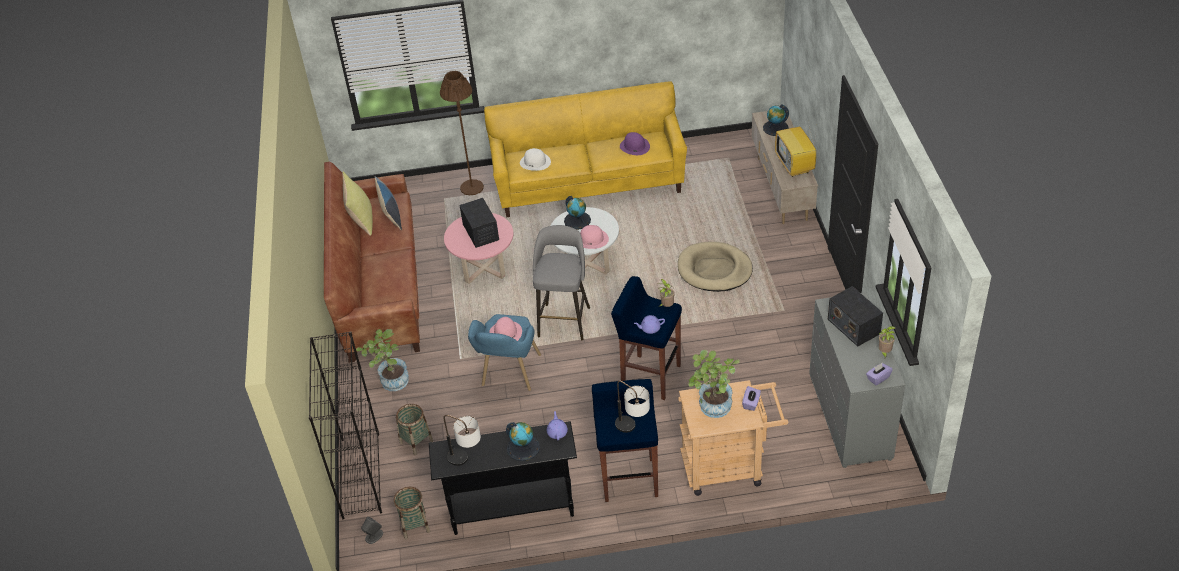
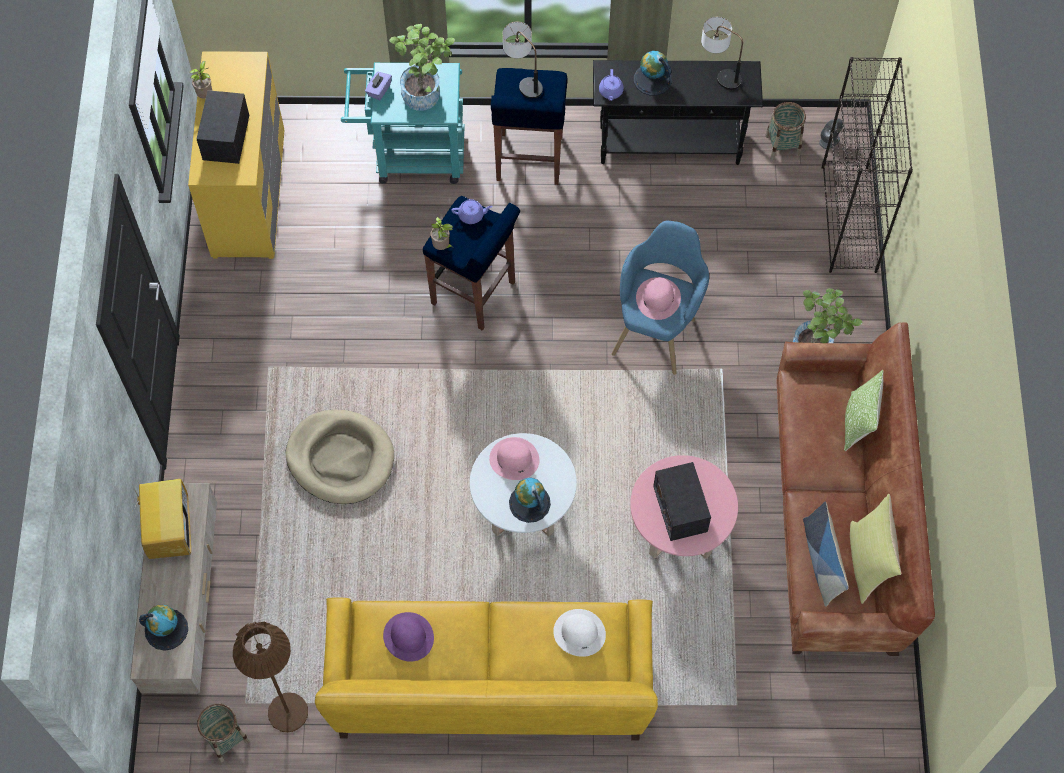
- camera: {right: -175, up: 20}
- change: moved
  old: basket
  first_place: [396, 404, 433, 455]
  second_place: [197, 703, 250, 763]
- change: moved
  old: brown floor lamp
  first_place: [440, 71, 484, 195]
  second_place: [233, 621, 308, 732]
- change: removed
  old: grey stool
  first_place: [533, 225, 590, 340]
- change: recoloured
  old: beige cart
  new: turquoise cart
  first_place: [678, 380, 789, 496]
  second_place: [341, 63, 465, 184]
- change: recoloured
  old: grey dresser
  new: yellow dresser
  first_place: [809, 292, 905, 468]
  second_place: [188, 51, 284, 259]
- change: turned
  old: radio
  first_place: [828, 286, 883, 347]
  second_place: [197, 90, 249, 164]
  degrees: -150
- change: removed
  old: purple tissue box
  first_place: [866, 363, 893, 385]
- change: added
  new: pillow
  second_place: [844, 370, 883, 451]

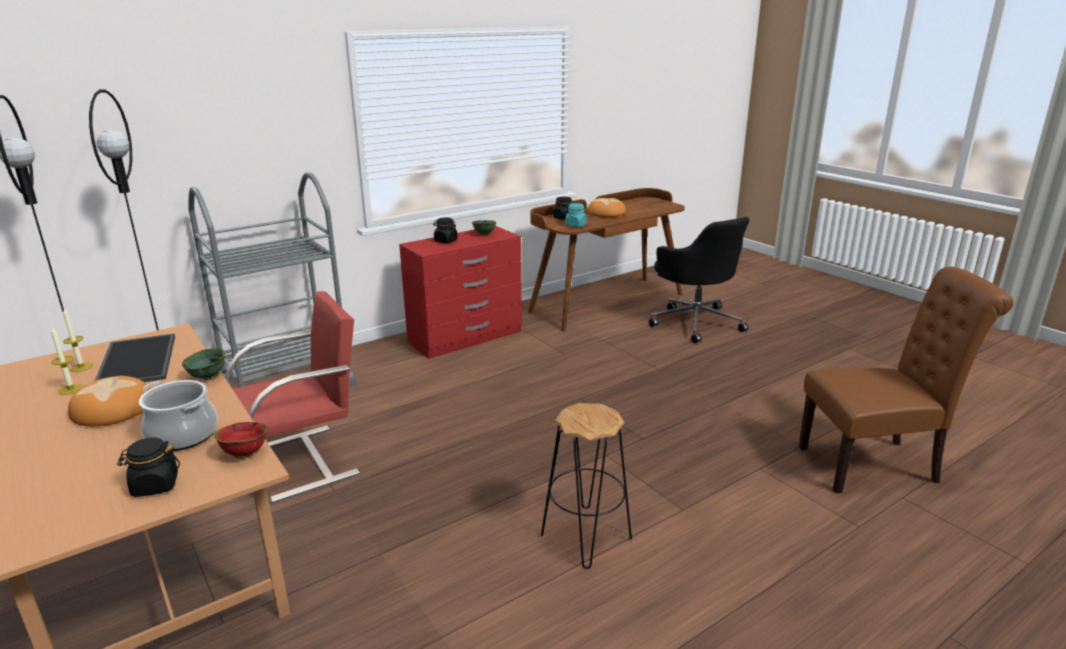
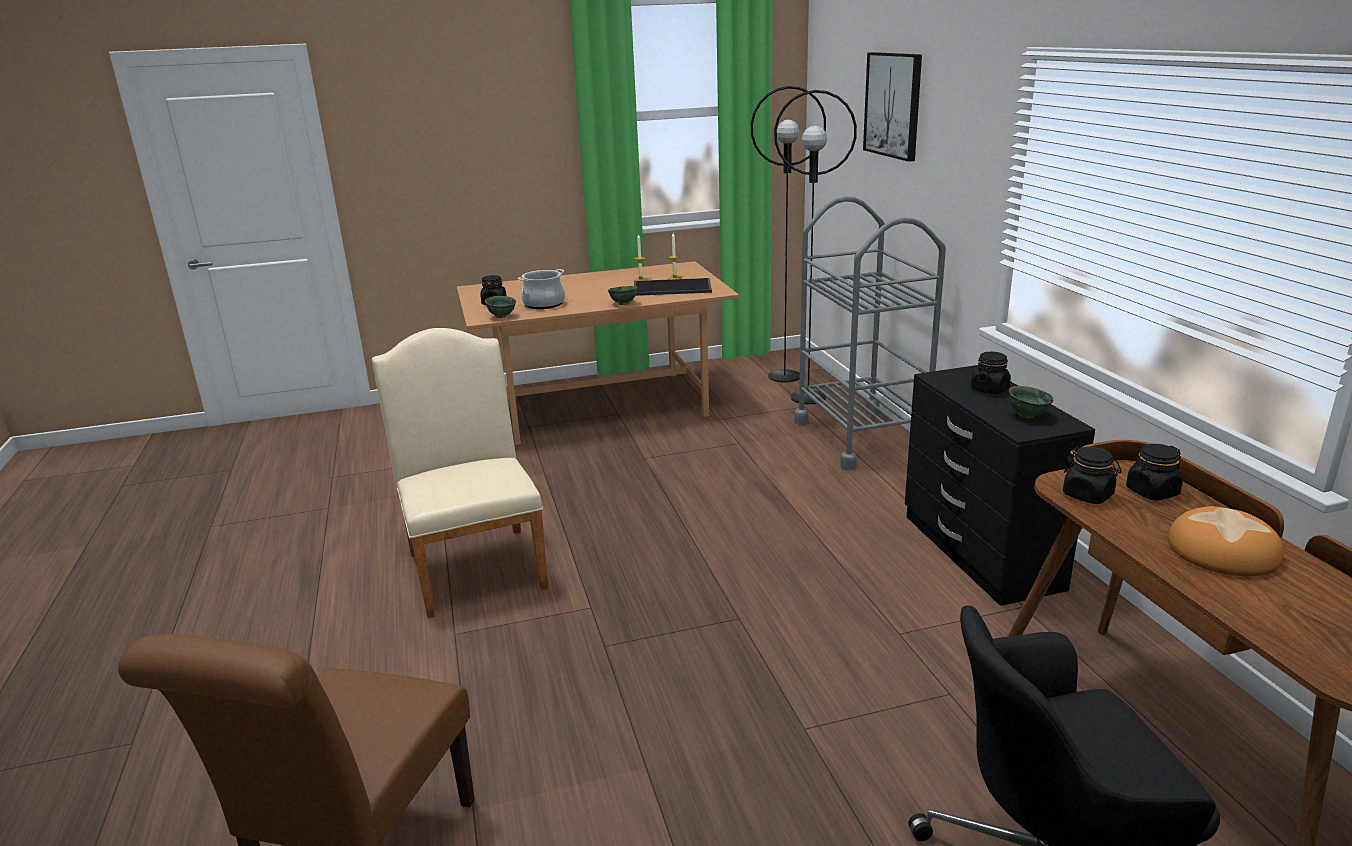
- camera: {right: 110, up: 0}
- change: removed
  old: bread
  first_place: [68, 376, 150, 426]
- change: recoloured
  old: red bowl
  new: green bowl
  first_place: [215, 422, 268, 459]
  second_place: [485, 296, 516, 318]
- change: removed
  old: red chair
  first_place: [225, 291, 360, 503]
- change: recoloured
  old: red dresser
  new: black dresser
  first_place: [399, 226, 522, 359]
  second_place: [905, 365, 1095, 606]
- change: replaced
  old: black stool
  new: beige chair
  first_place: [541, 403, 632, 569]
  second_place: [372, 328, 548, 618]
- change: recoloured
  old: turquoise jar
  new: black jar
  first_place: [565, 203, 587, 227]
  second_place: [1063, 447, 1122, 504]
- change: added
  new: picture
  second_place: [863, 52, 922, 162]

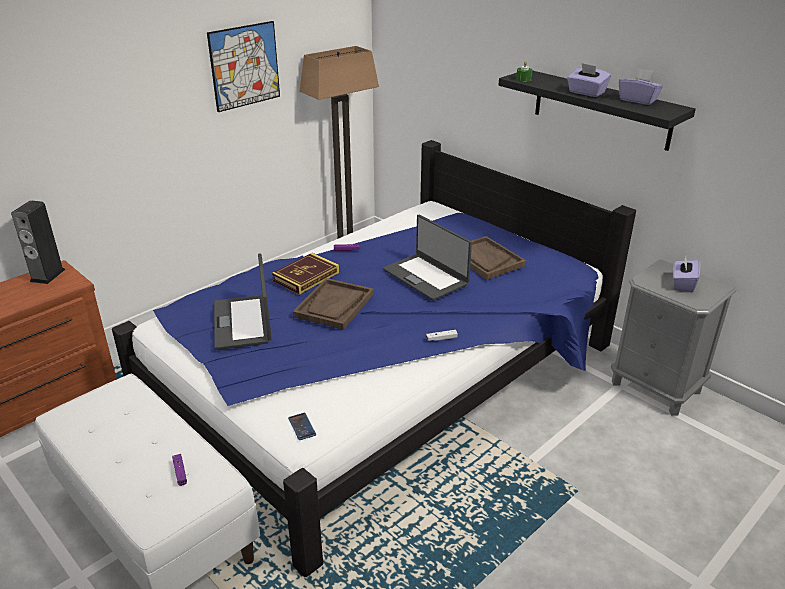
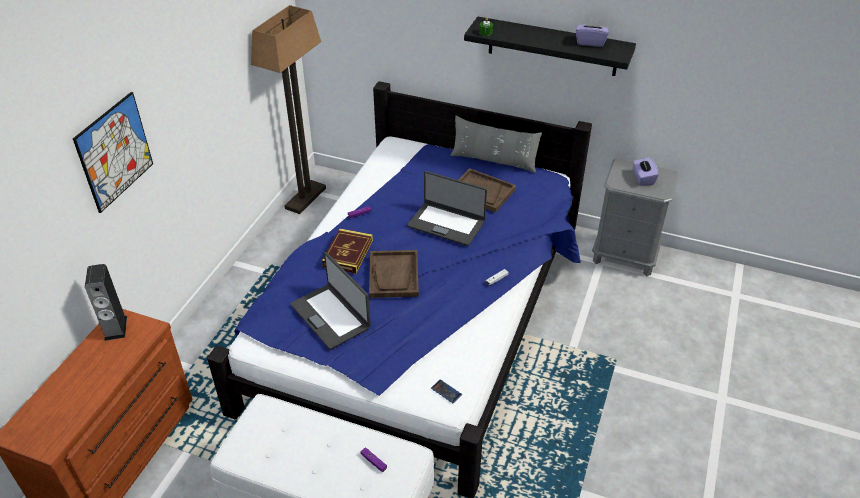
- camera: {right: -25, up: 10}
- change: moved
  old: picture
  first_place: [207, 21, 280, 112]
  second_place: [73, 92, 153, 213]
- change: removed
  old: purple tissue box
  first_place: [567, 63, 611, 97]
- change: added
  new: grey pillow
  second_place: [450, 116, 542, 173]

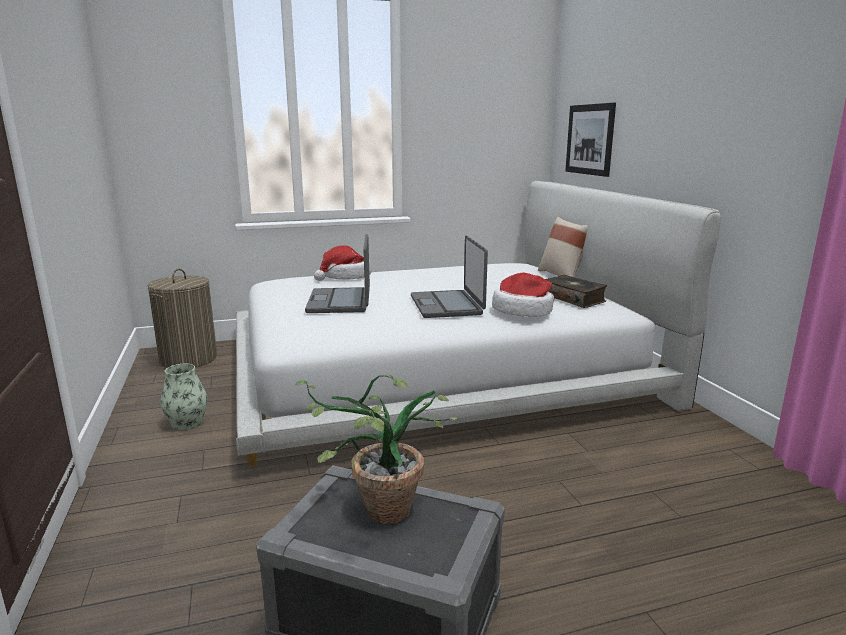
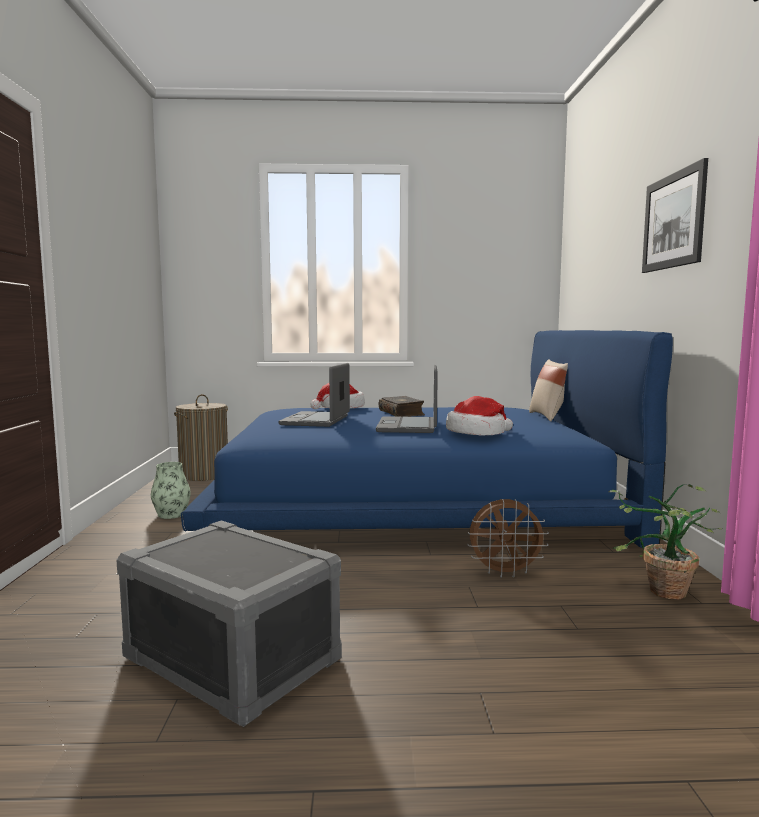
- camera: {right: 15, up: -10}
- change: recoloured
  old: white bed
  new: blue bed
  first_place: [236, 181, 721, 467]
  second_place: [181, 330, 673, 548]
- change: moved
  old: potted plant
  first_place: [295, 374, 457, 524]
  second_place: [609, 484, 722, 599]
- change: moved
  old: book
  first_place: [545, 275, 607, 308]
  second_place: [379, 396, 425, 417]
- change: moved
  old: picture
  first_place: [565, 103, 616, 177]
  second_place: [642, 158, 708, 273]
- change: added
  new: brown fan
  second_place: [467, 499, 549, 578]

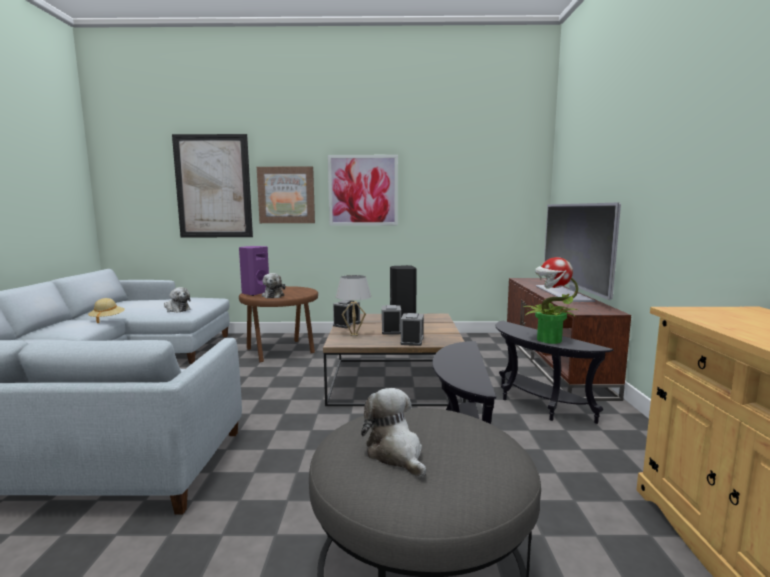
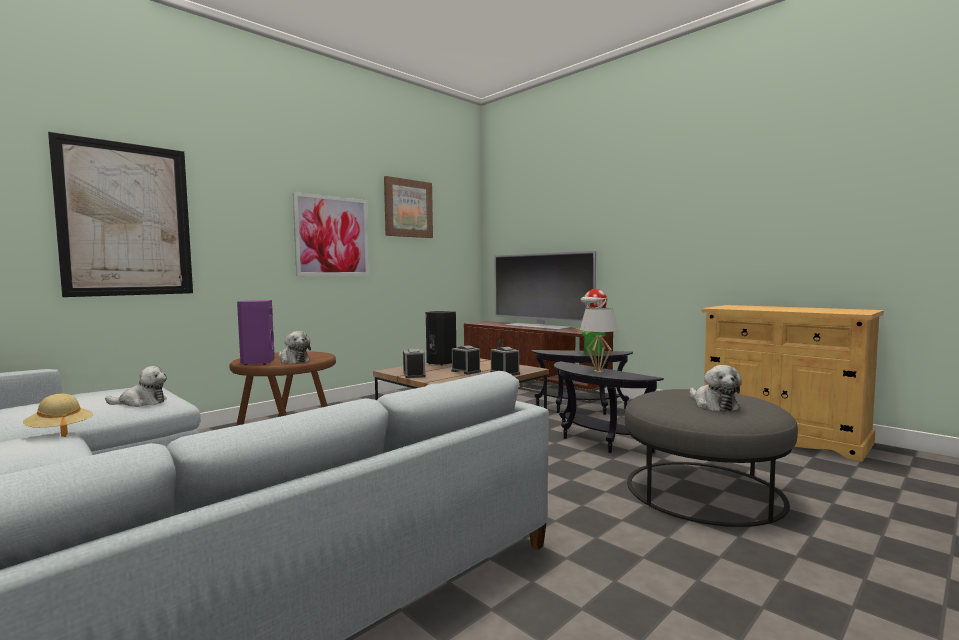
- camera: {right: -45, up: -5}
- change: moved
  old: picture
  first_place: [257, 166, 315, 223]
  second_place: [384, 176, 433, 238]
- change: moved
  old: white table lamp
  first_place: [336, 275, 371, 336]
  second_place: [580, 308, 619, 373]
- change: turned
  old: plush toy
  first_place: [361, 388, 426, 478]
  second_place: [690, 365, 742, 412]
  degrees: -120

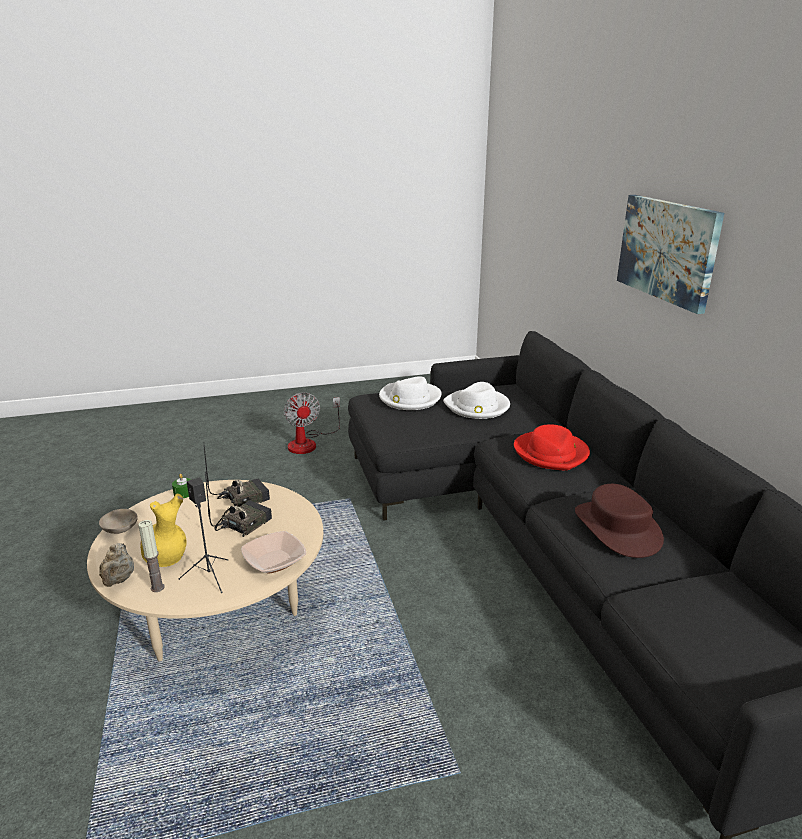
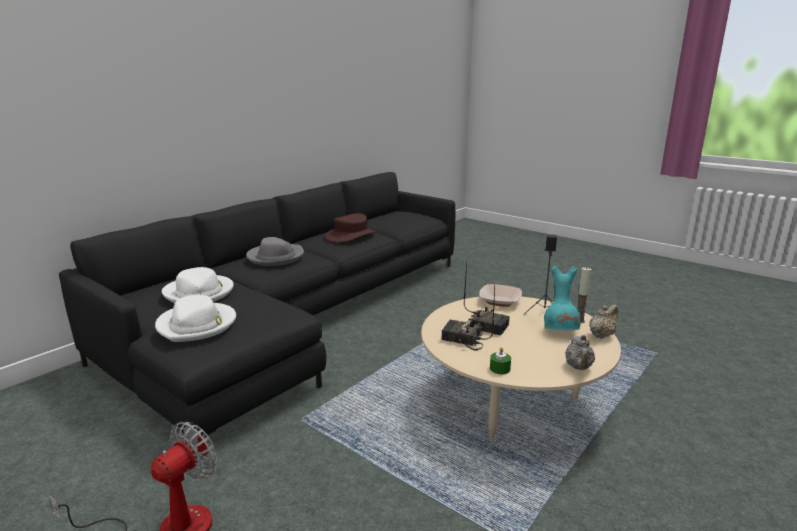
- camera: {right: -125, up: -5}
- change: replaced
  old: beige bowl
  new: grey teapot
  first_place: [99, 509, 138, 534]
  second_place: [565, 334, 595, 370]
- change: recoloured
  old: yellow vase
  new: turquoise vase
  first_place: [140, 494, 187, 567]
  second_place: [544, 266, 581, 330]
- change: turned
  old: radio
  first_place: [205, 472, 272, 537]
  second_place: [464, 261, 510, 336]
  degrees: -150
- change: recoloured
  old: red hat
  new: grey hat
  first_place: [514, 424, 590, 471]
  second_place: [246, 237, 304, 266]
- change: removed
  old: picture
  first_place: [617, 195, 724, 314]

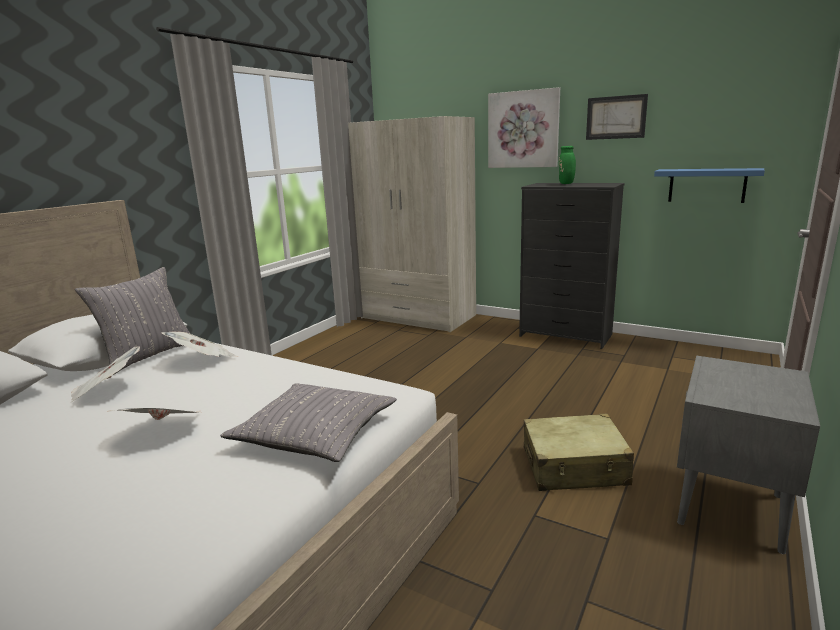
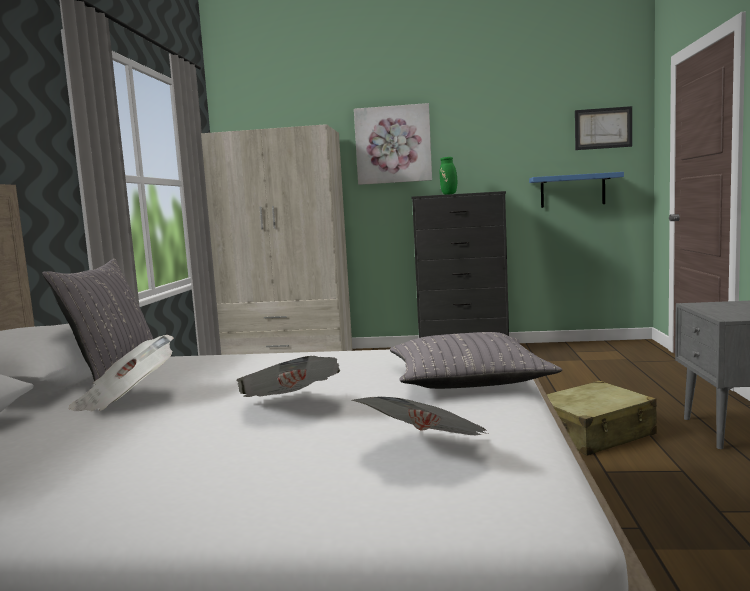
- camera: {right: -25, up: -10}
- change: moved
  old: newspaper
  first_place: [161, 332, 238, 357]
  second_place: [352, 397, 488, 435]
- change: moved
  old: picture
  first_place: [586, 94, 648, 140]
  second_place: [575, 106, 632, 150]

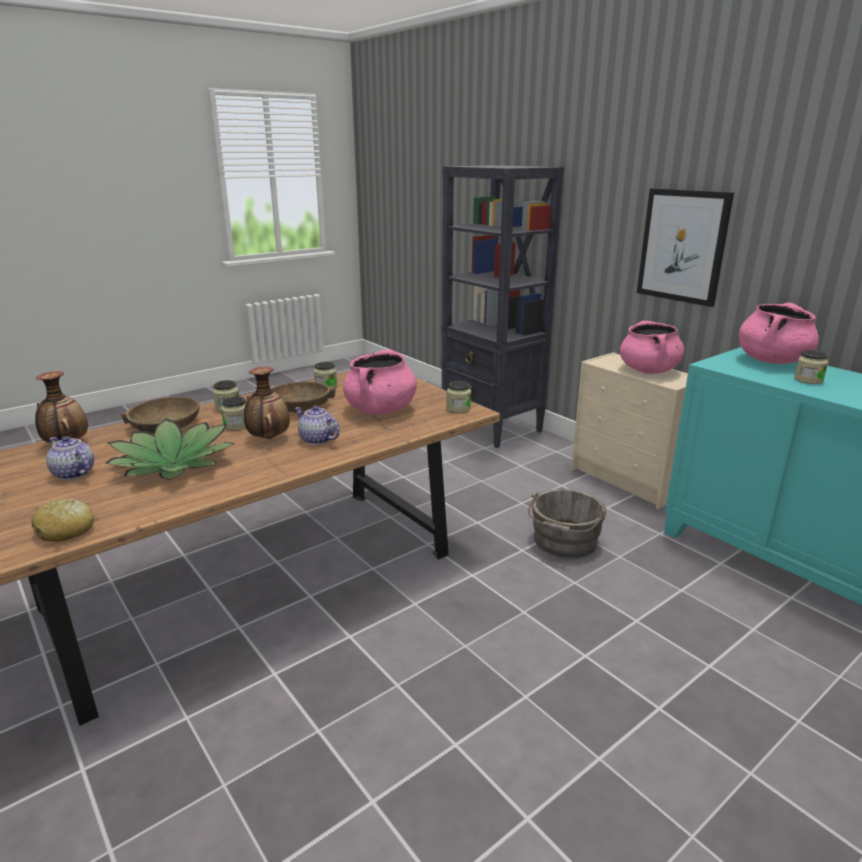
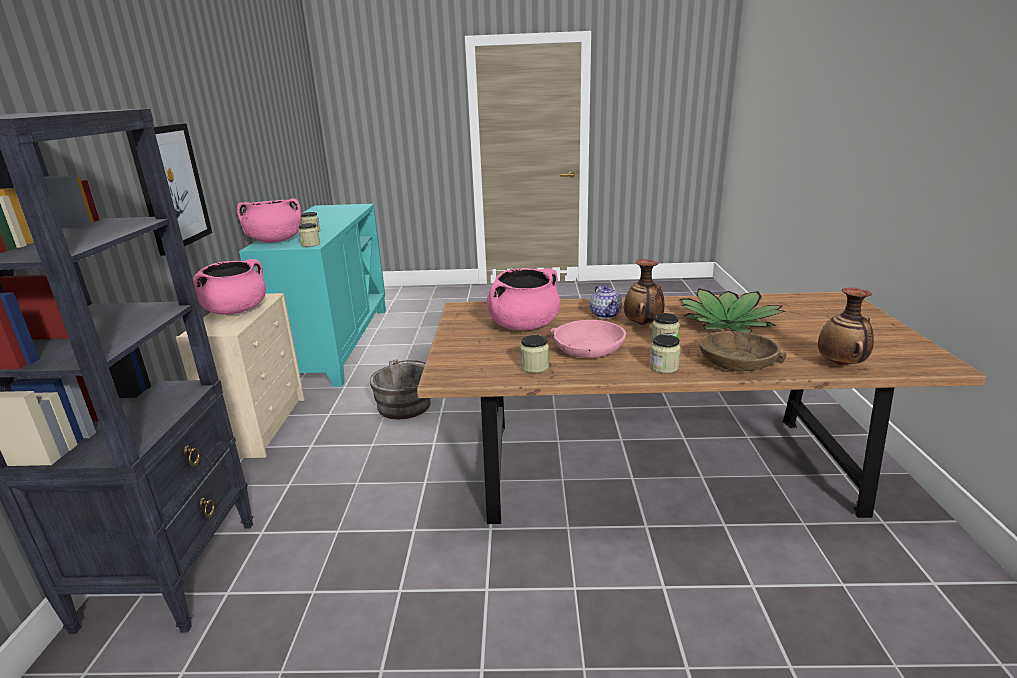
- camera: {right: -140, up: 0}
- change: removed
  old: bread
  first_place: [31, 499, 94, 542]
- change: removed
  old: teapot
  first_place: [46, 436, 94, 480]
- change: recoloured
  old: brown bowl
  new: pink bowl
  first_place: [271, 381, 335, 413]
  second_place: [551, 320, 626, 358]
- change: moved
  old: jar
  first_place: [447, 381, 471, 413]
  second_place: [298, 223, 320, 247]

